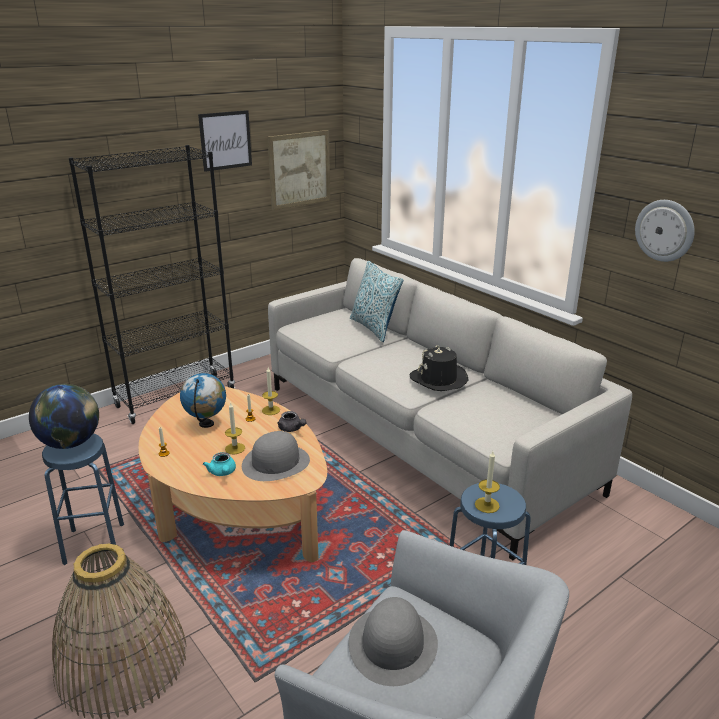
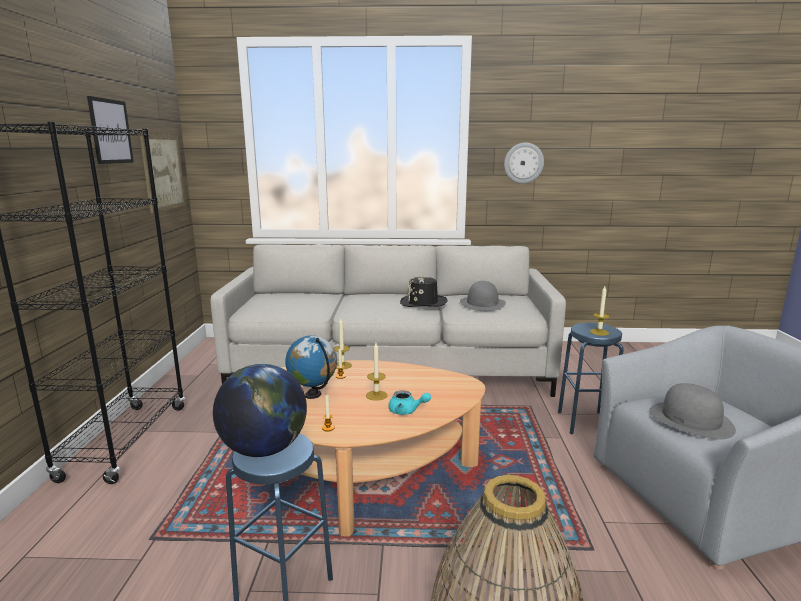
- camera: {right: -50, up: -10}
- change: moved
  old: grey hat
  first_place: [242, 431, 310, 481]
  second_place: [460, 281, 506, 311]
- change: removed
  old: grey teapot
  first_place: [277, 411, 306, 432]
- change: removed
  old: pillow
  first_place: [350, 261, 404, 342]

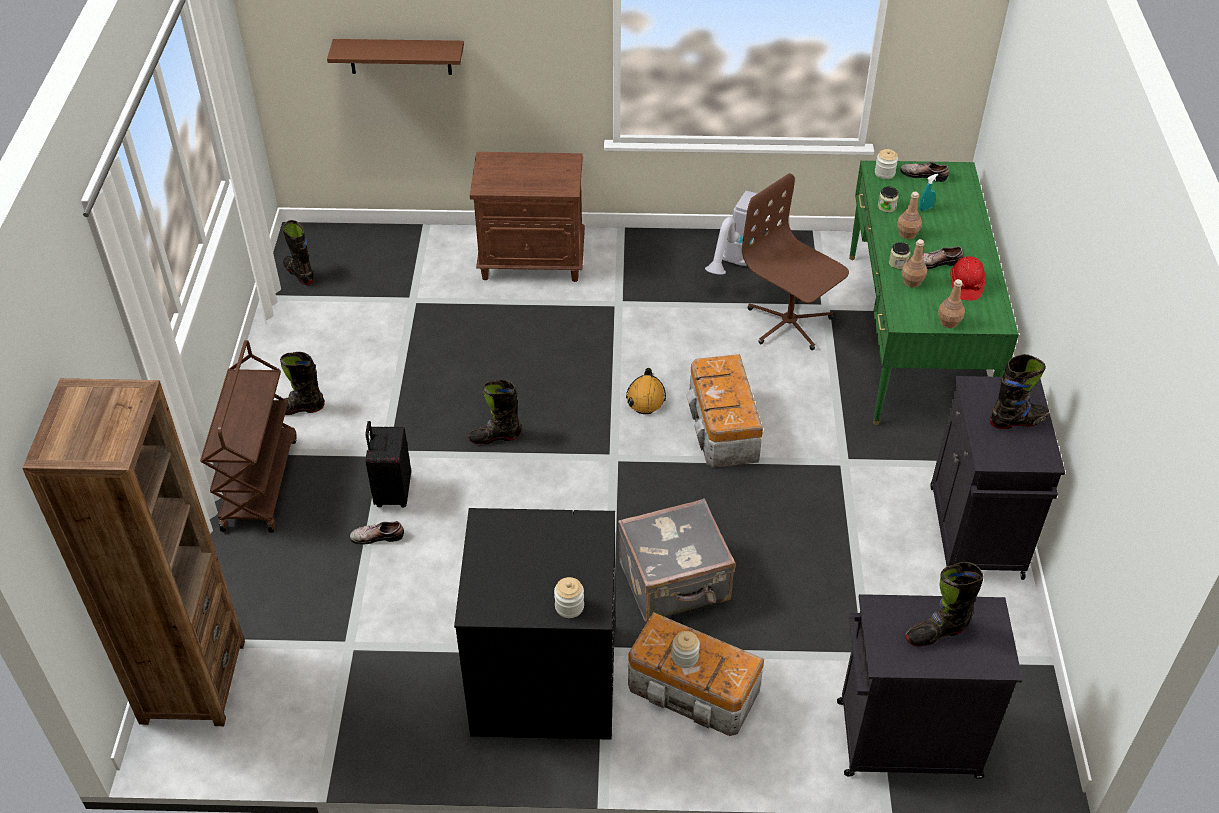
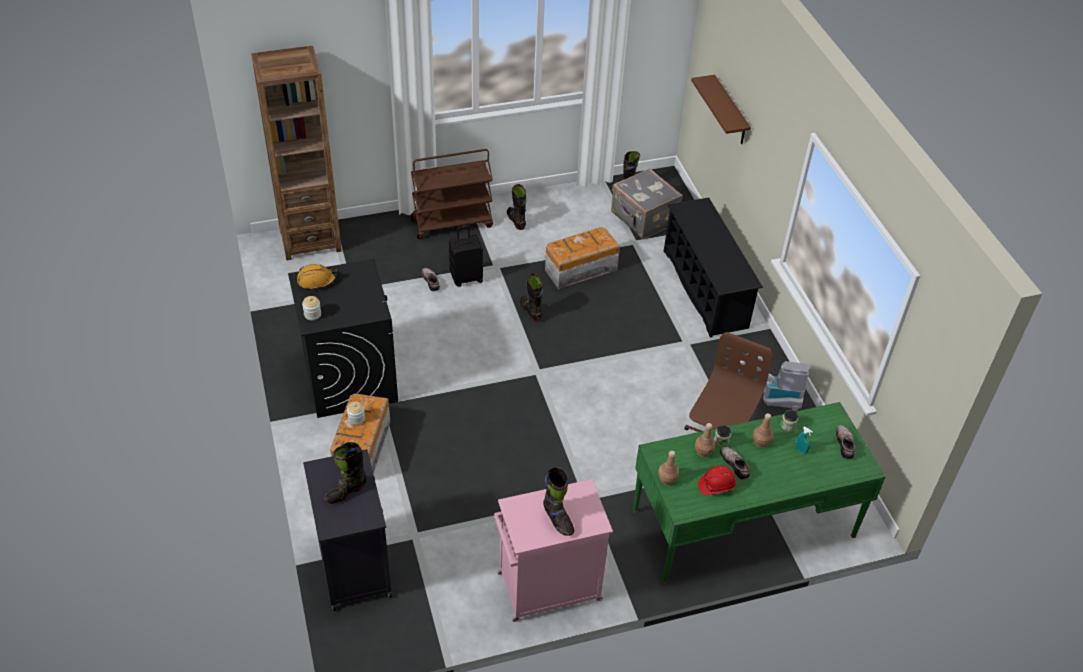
- camera: {right: 70, up: 0}
- change: replaced
  old: brown nightstand
  new: black shoe rack
  first_place: [470, 152, 585, 282]
  second_place: [664, 198, 763, 338]
- change: moved
  old: grey suitcase
  first_place: [618, 499, 736, 622]
  second_place: [611, 168, 683, 239]
- change: moved
  old: orange hard hat
  first_place: [626, 368, 666, 414]
  second_place: [297, 264, 337, 291]
- change: moved
  old: storage box
  first_place: [686, 354, 763, 468]
  second_place: [545, 227, 620, 289]
- change: removed
  old: jar
  first_place: [875, 149, 898, 179]
- change: turned
  old: black boot
  first_place: [905, 562, 983, 647]
  second_place: [324, 442, 367, 504]
  degrees: -90
- change: recoloured
  old: black cabinet
  new: pink cabinet
  first_place: [930, 376, 1065, 580]
  second_place: [494, 479, 613, 622]

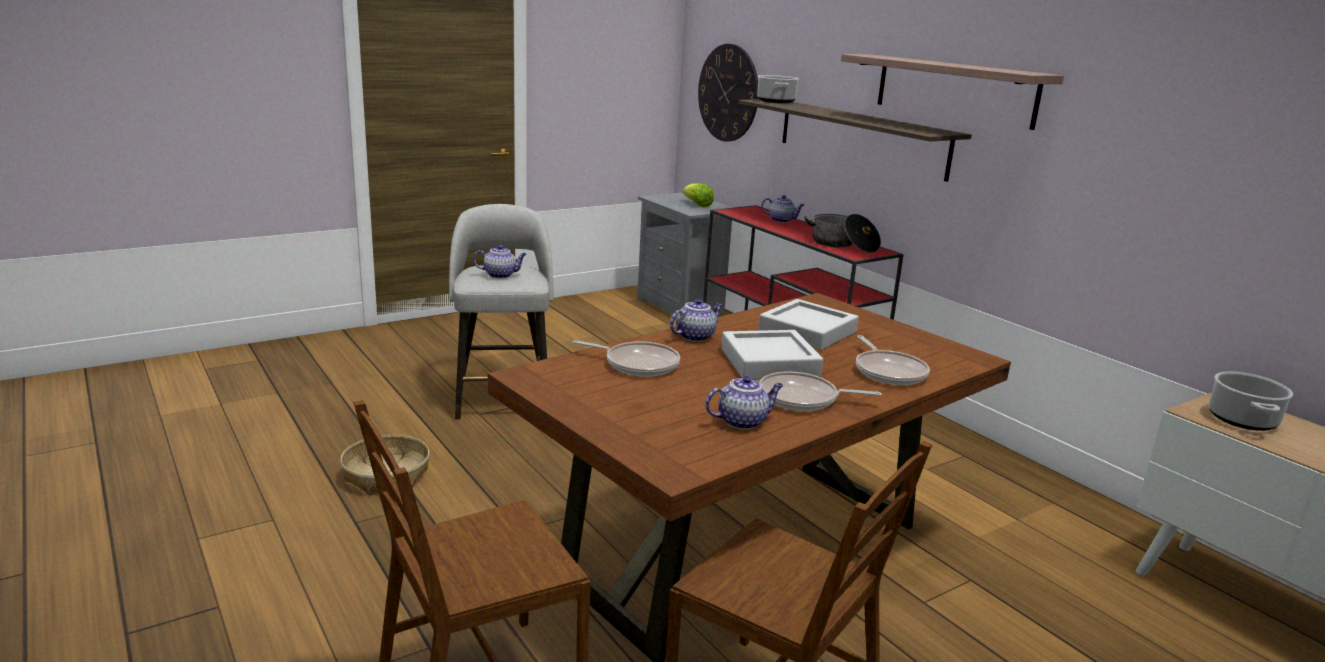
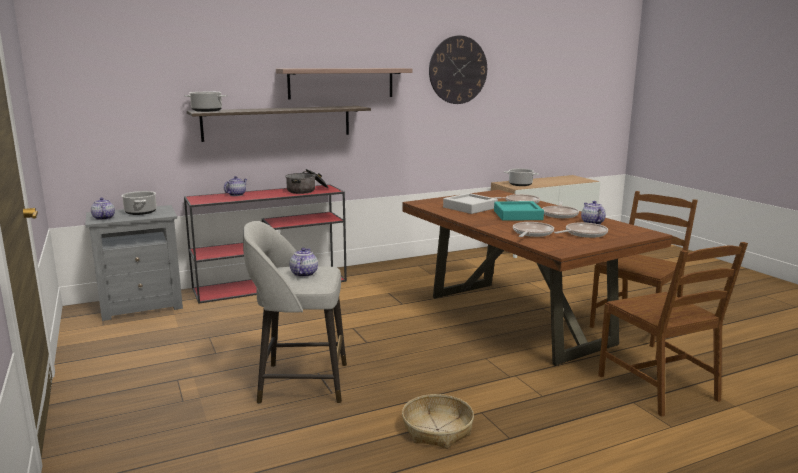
- camera: {right: -80, up: -5}
- change: moved
  old: teapot
  first_place: [670, 299, 723, 342]
  second_place: [91, 197, 115, 220]
- change: replaced
  old: lettuce
  new: cooking pot
  first_place: [683, 183, 713, 207]
  second_place: [122, 191, 157, 215]
- change: moved
  old: wall clock
  first_place: [698, 44, 758, 142]
  second_place: [429, 36, 487, 104]
- change: recoloured
  old: grey tray
  new: turquoise tray
  first_place: [721, 330, 823, 380]
  second_place: [494, 201, 544, 221]
- change: added
  new: frying pan
  second_place: [554, 222, 608, 238]

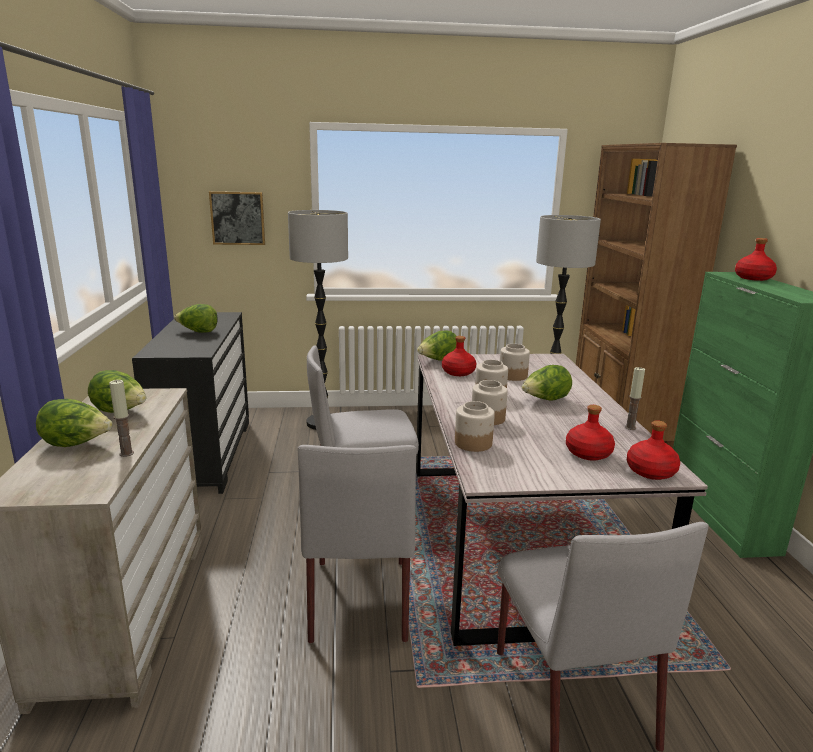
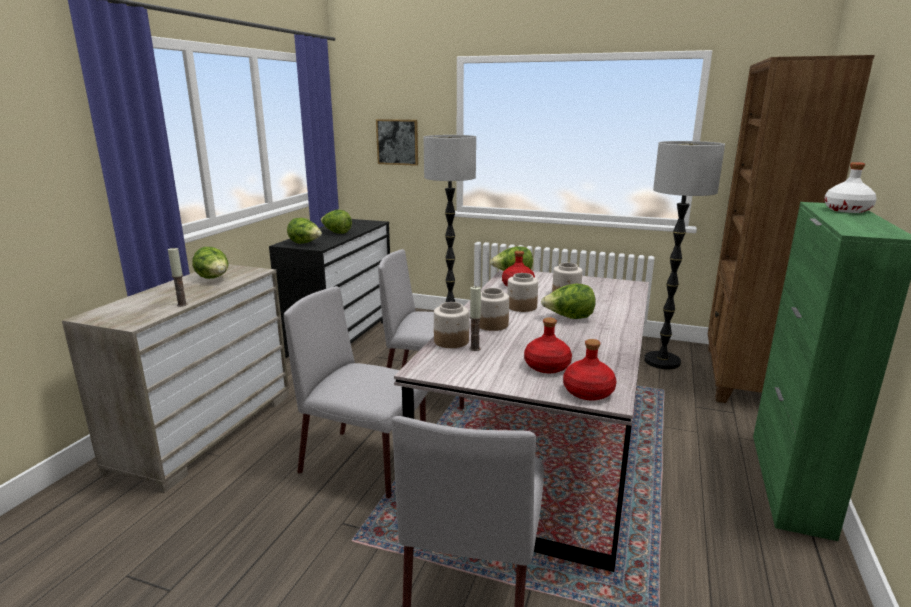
- camera: {right: 25, up: 0}
- change: moved
  old: lettuce
  first_place: [36, 399, 112, 447]
  second_place: [287, 218, 322, 244]
- change: turned
  old: grey chair
  first_place: [298, 445, 417, 643]
  second_place: [284, 286, 429, 498]
  degrees: 90
- change: moved
  old: candle
  first_place: [625, 367, 645, 430]
  second_place: [470, 286, 481, 351]
- change: recoloured
  old: red bottle
  new: white bottle
  first_place: [735, 238, 777, 281]
  second_place: [824, 162, 877, 213]

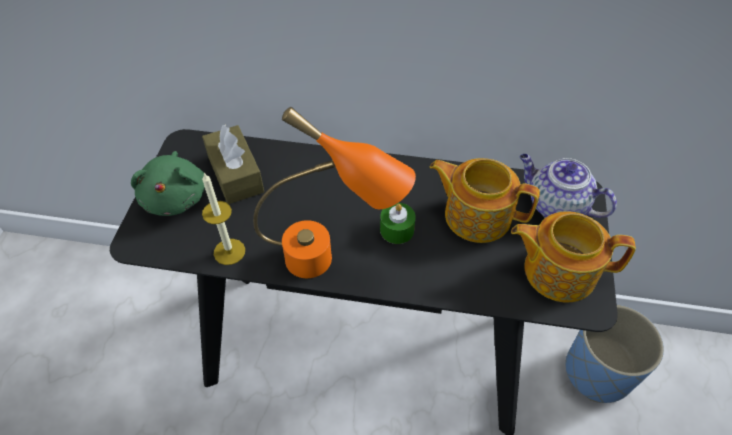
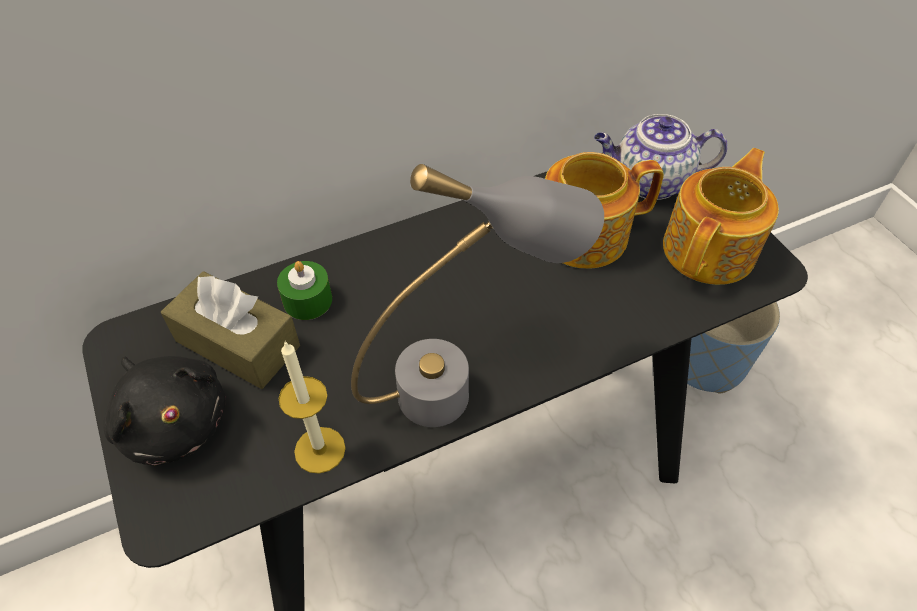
- camera: {right: -35, up: 0}
- change: recoloured
  old: green plush toy
  new: black plush toy
  first_place: [131, 151, 205, 216]
  second_place: [103, 356, 226, 466]
- change: recoloured
  old: orange table lamp
  new: grey table lamp
  first_place: [253, 107, 416, 278]
  second_place: [351, 164, 604, 427]
- change: moved
  old: green candle
  first_place: [380, 203, 416, 244]
  second_place: [277, 261, 332, 320]
- change: turned
  old: teapot
  first_place: [511, 211, 636, 302]
  second_place: [663, 148, 779, 285]
  degrees: 150

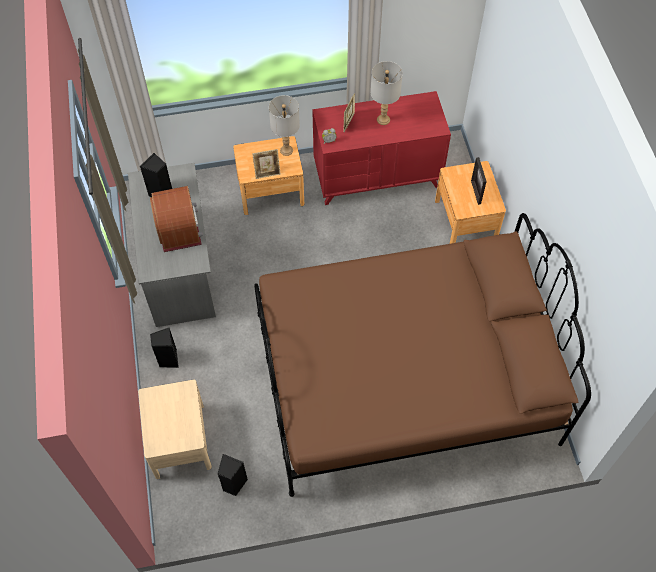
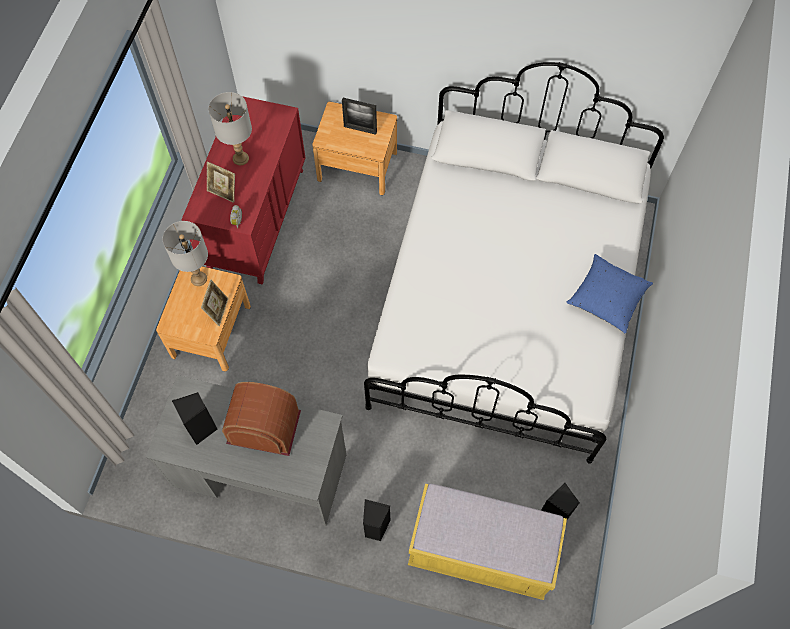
- camera: {right: -65, up: 5}
- change: replaced
  old: beige nightstand
  new: yellow bench
  first_place: [138, 380, 212, 479]
  second_place: [408, 483, 567, 600]
- change: recoloured
  old: brown bed
  new: white bed
  first_place: [254, 213, 591, 497]
  second_place: [364, 62, 664, 464]
- change: added
  new: blue pillow
  second_place: [566, 254, 653, 334]

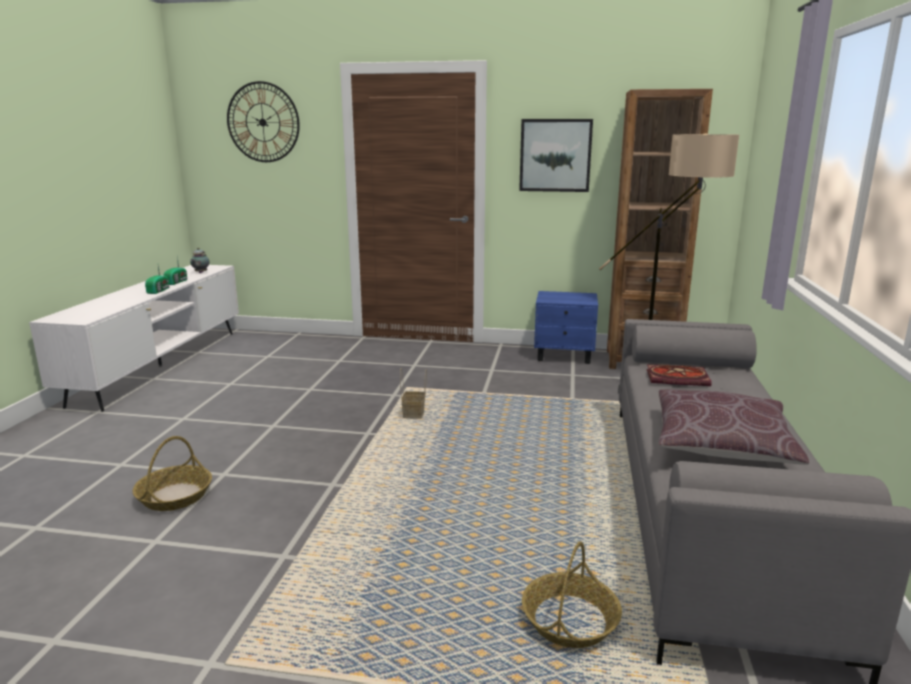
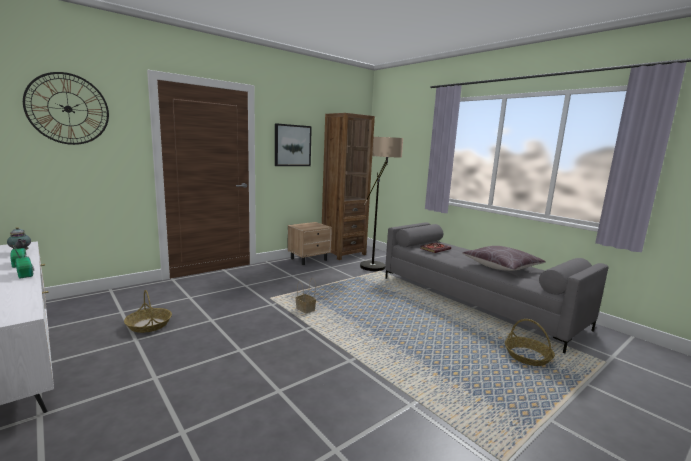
- camera: {right: -50, up: -5}
- change: moved
  old: basket
  first_place: [133, 436, 212, 511]
  second_place: [124, 290, 172, 333]
- change: recoloured
  old: blue nightstand
  new: beige nightstand
  first_place: [534, 291, 598, 364]
  second_place: [287, 222, 332, 265]

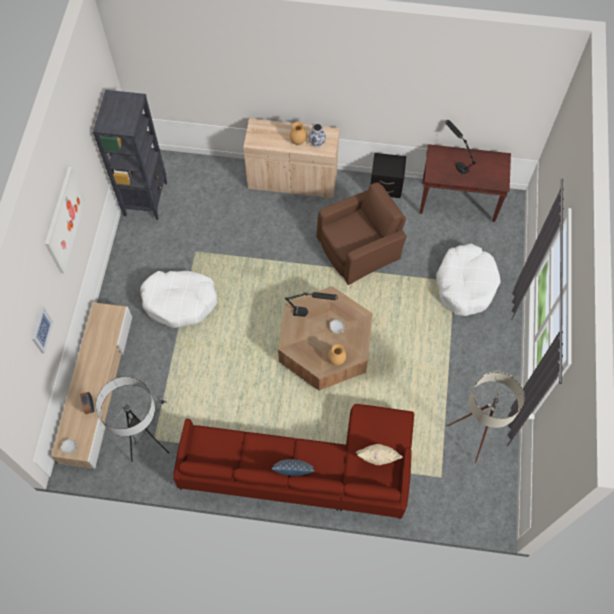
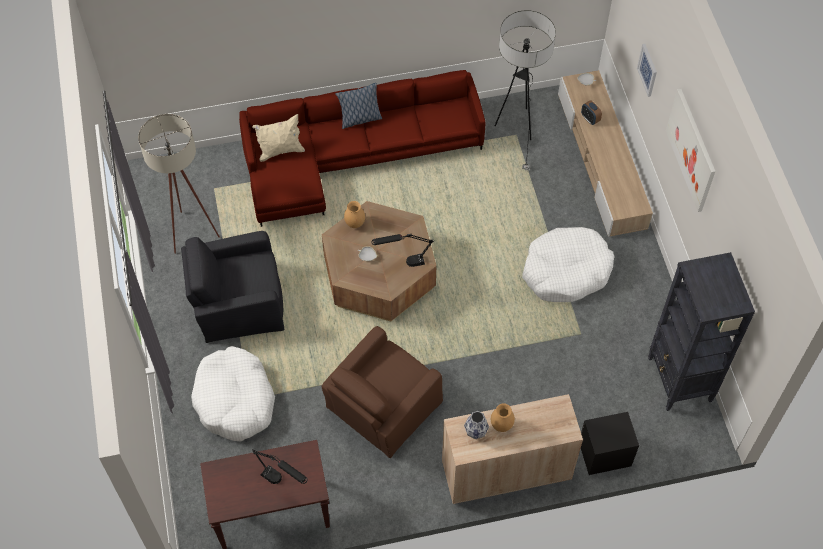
- camera: {right: 160, up: -5}
- change: moved
  old: black nightstand
  first_place: [371, 153, 406, 198]
  second_place: [581, 412, 639, 475]
- change: added
  new: black armchair
  second_place: [181, 231, 284, 343]

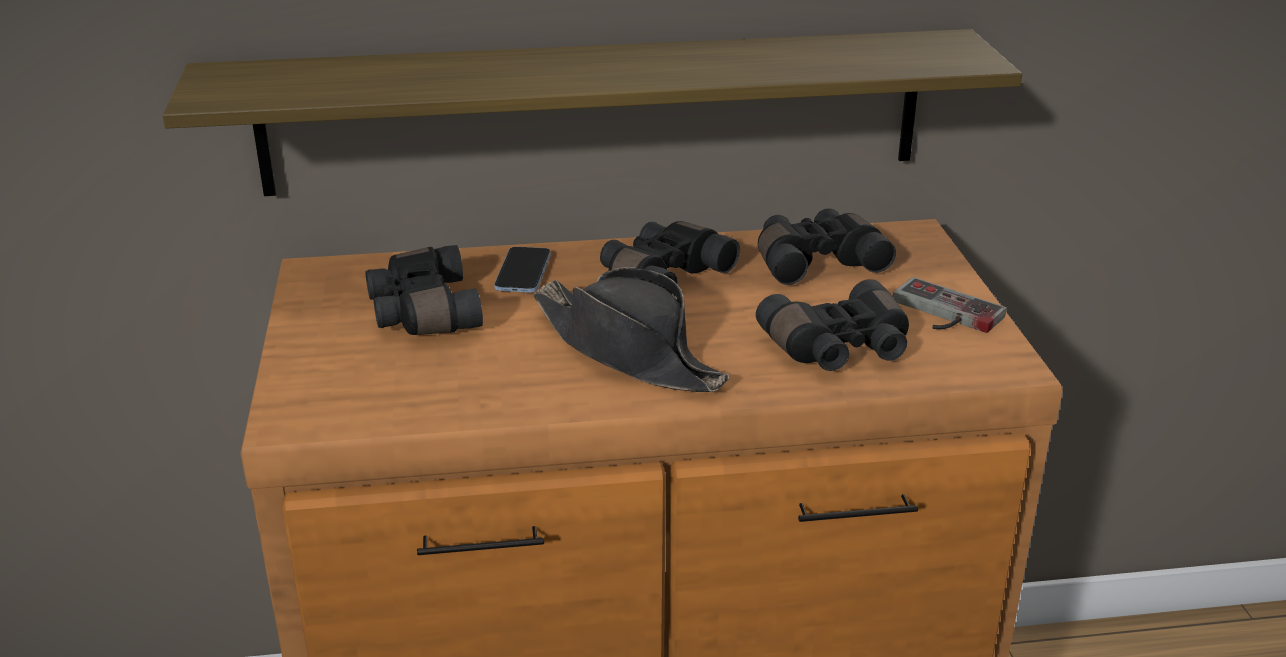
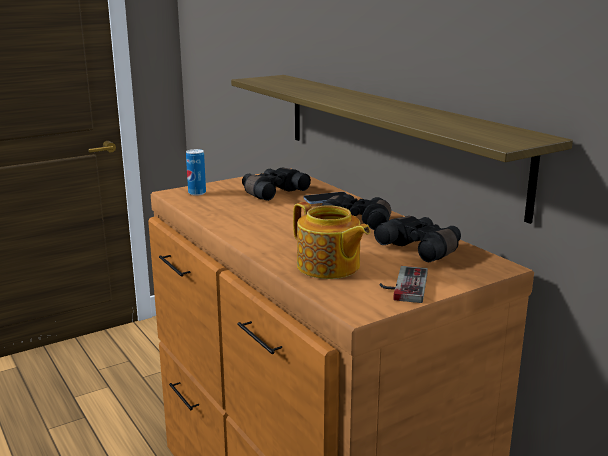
- camera: {right: 65, up: -10}
- change: removed
  old: black hat
  first_place: [533, 267, 729, 392]
- change: replaced
  old: black binoculars
  new: teapot
  first_place: [756, 279, 909, 371]
  second_place: [293, 202, 370, 279]
- change: added
  new: can
  second_place: [186, 149, 206, 196]

